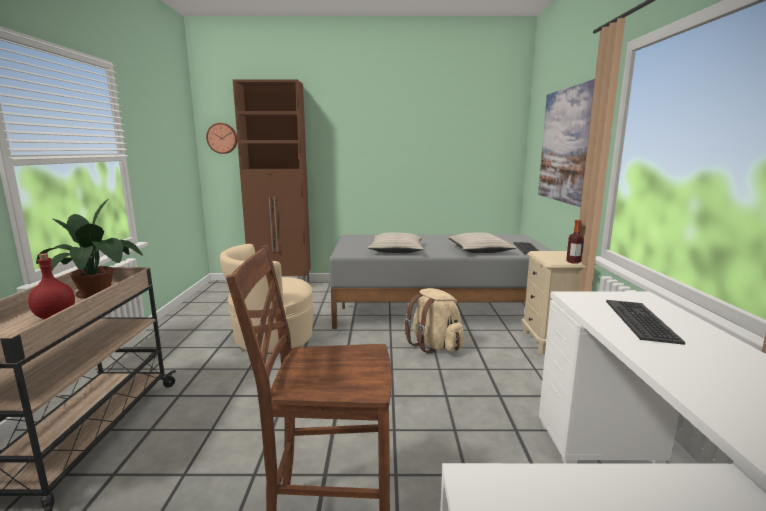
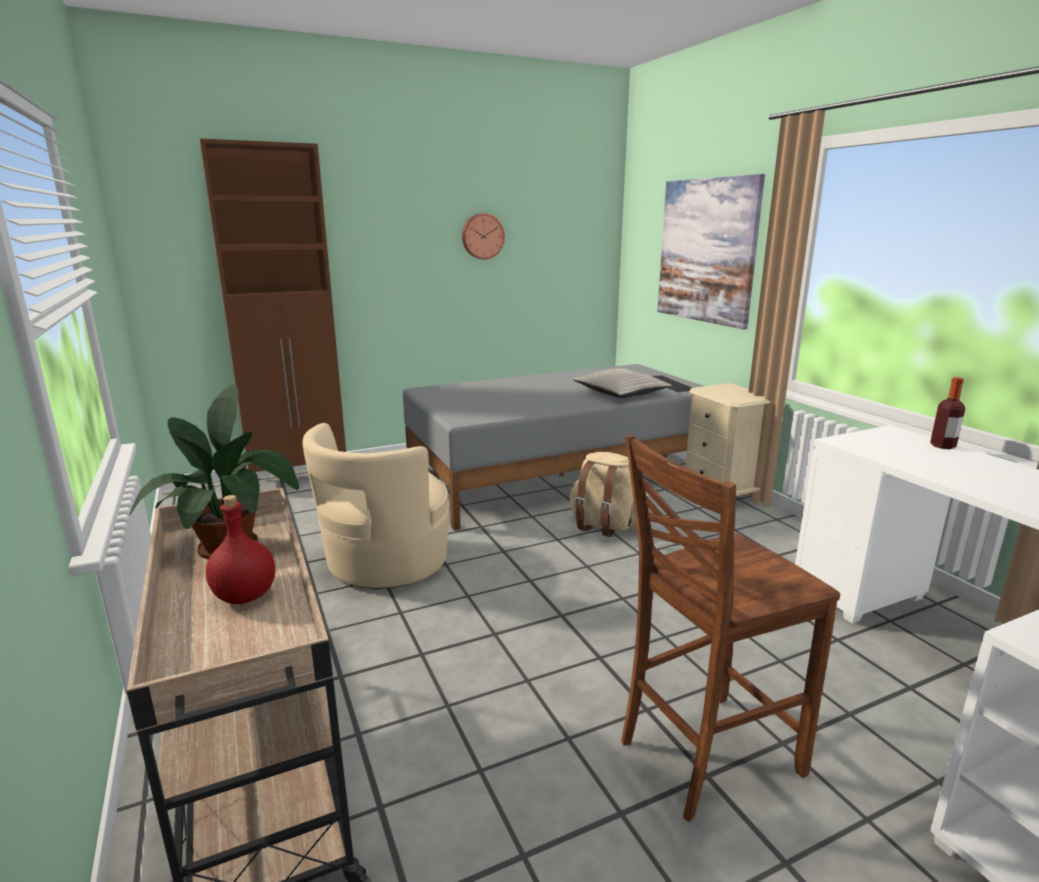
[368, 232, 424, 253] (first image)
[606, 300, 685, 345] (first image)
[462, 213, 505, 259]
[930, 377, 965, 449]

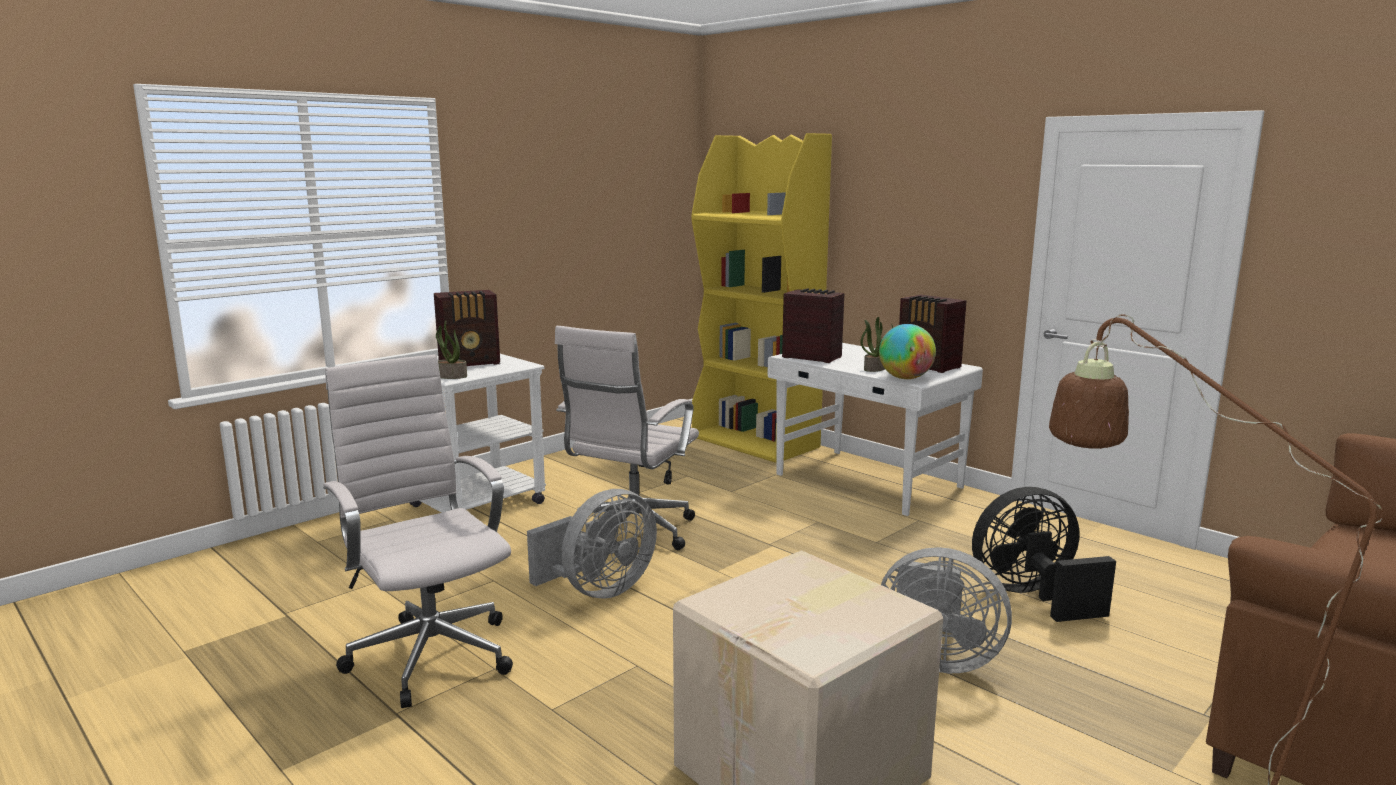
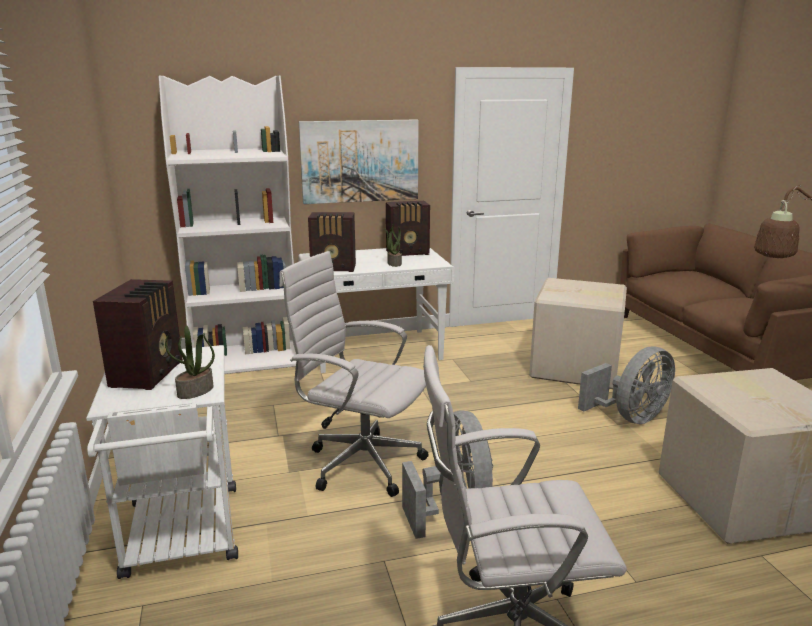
[879, 324, 936, 379] (first image)
[299, 120, 419, 204]
[529, 278, 627, 389]
[158, 76, 296, 374]
[279, 251, 429, 497]
[308, 212, 356, 272]

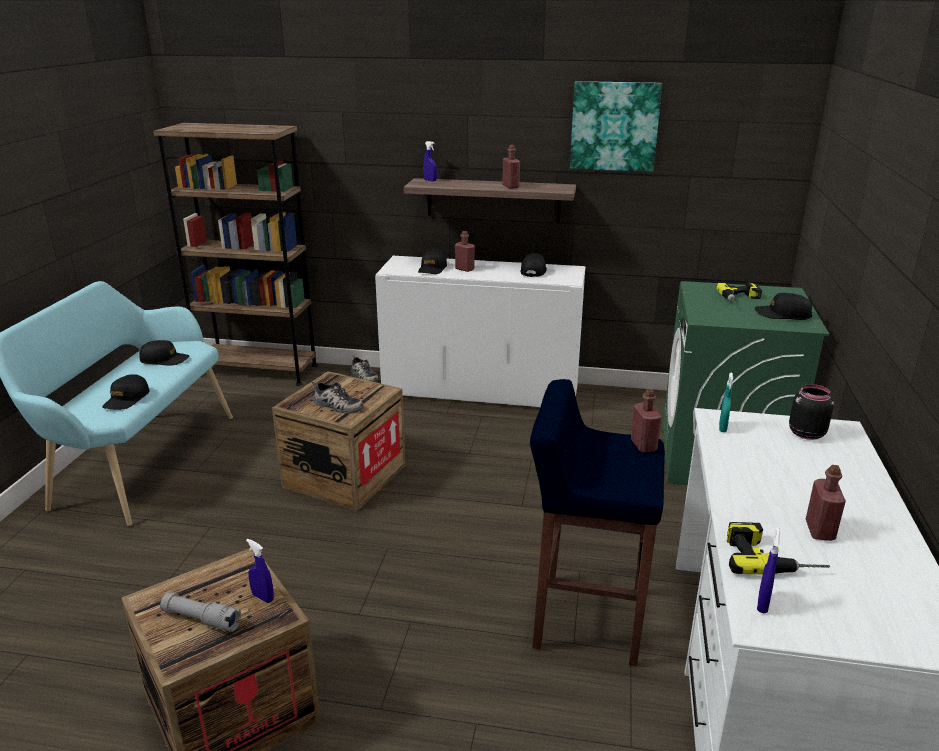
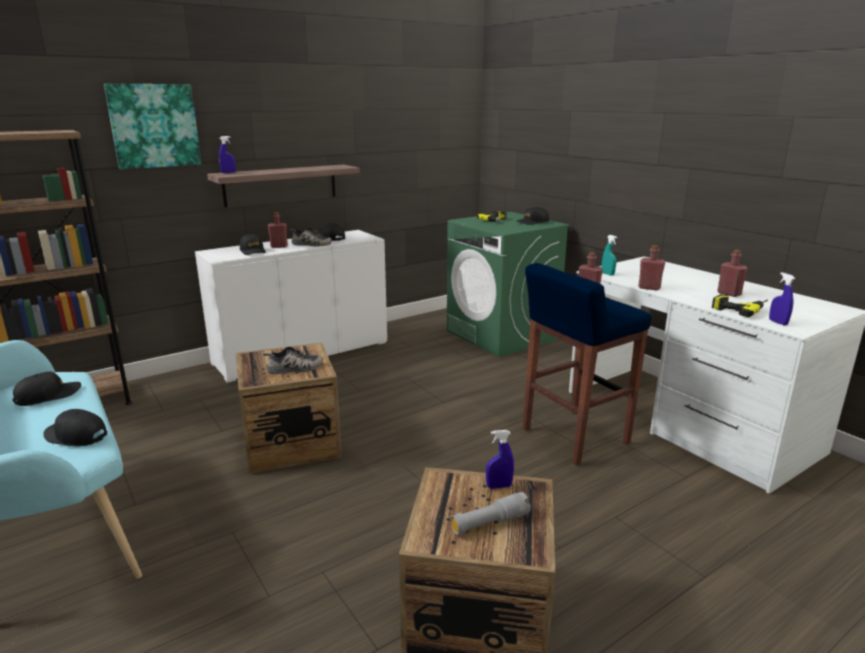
[789, 384, 834, 440] (first image)
[290, 227, 332, 246]
[638, 245, 665, 290]
[104, 83, 201, 169]
[43, 409, 107, 446]

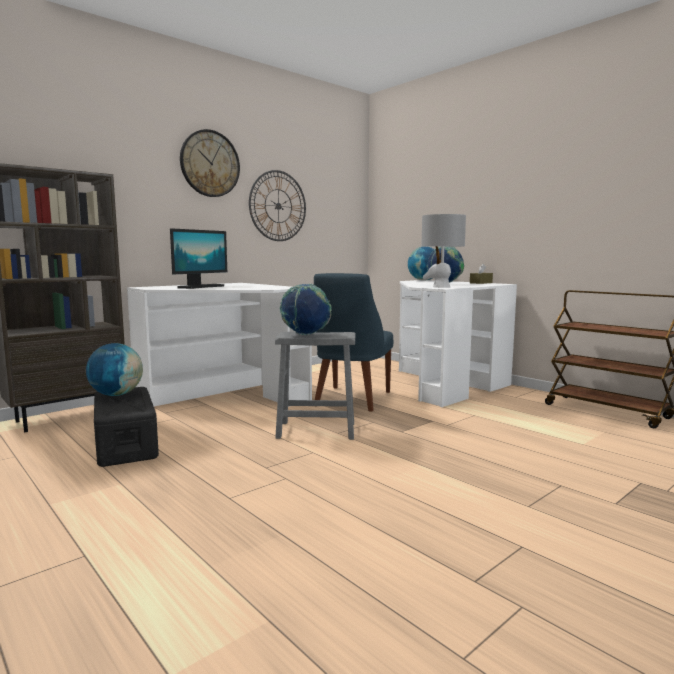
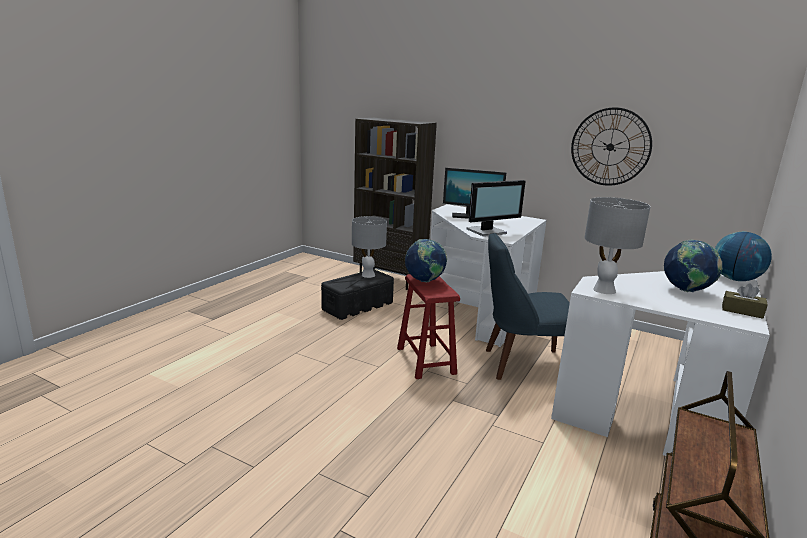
[180, 129, 240, 197] (first image)
[467, 180, 526, 237]
[352, 216, 387, 278]
[397, 274, 460, 379]

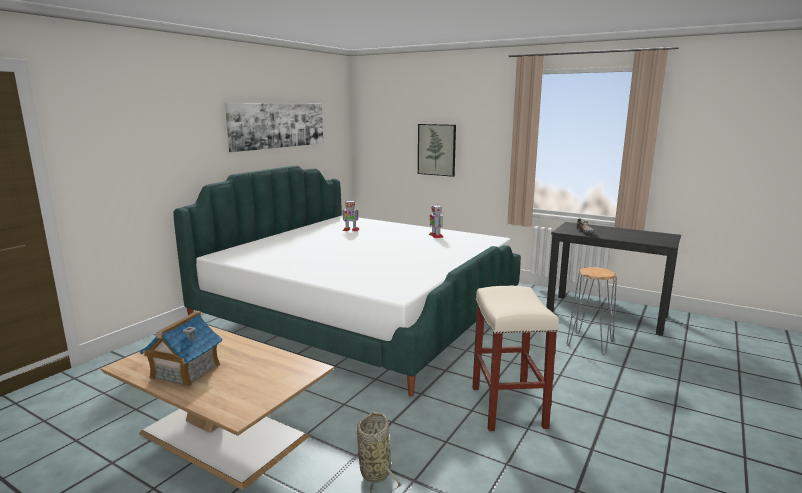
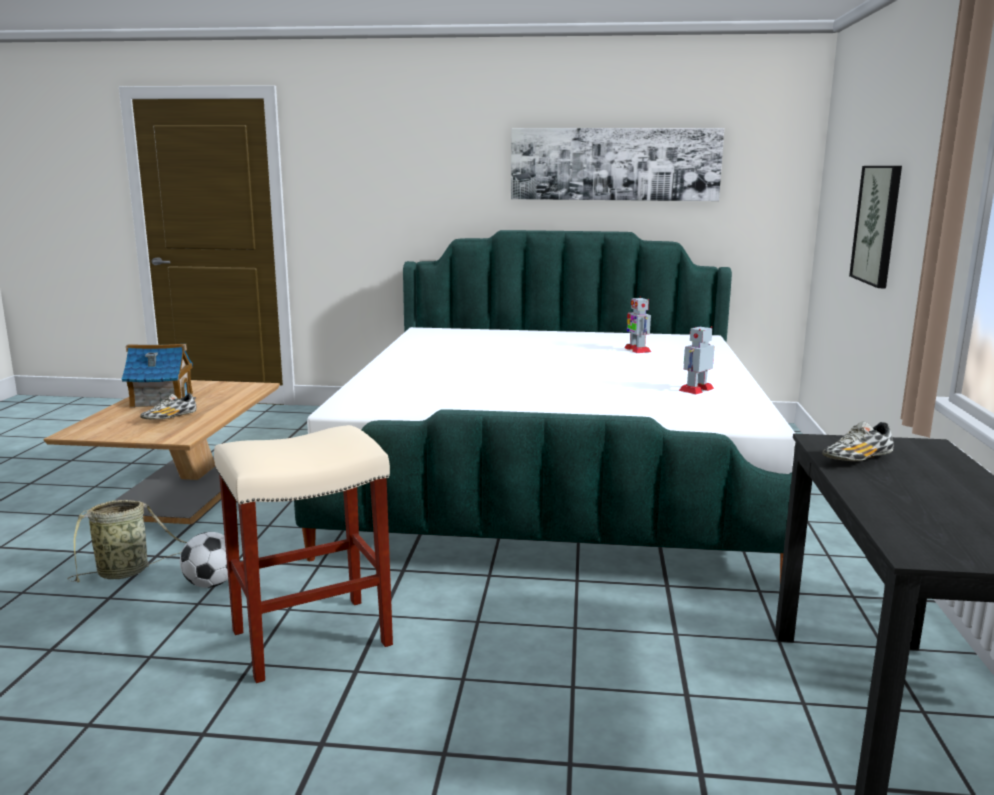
[567, 267, 617, 355] (first image)
[140, 393, 197, 420]
[180, 532, 228, 588]

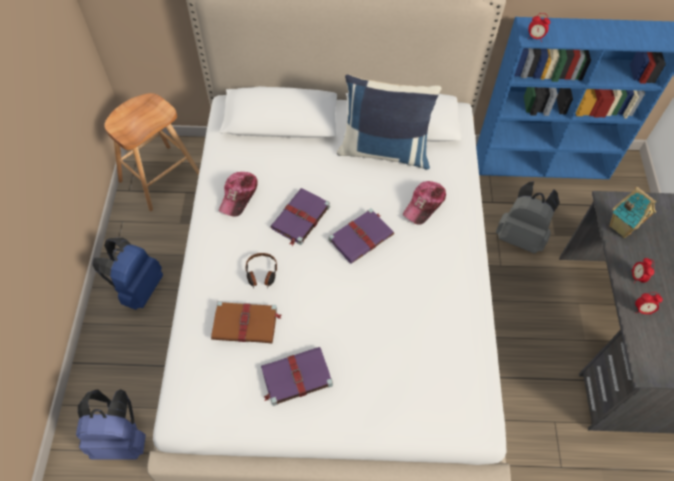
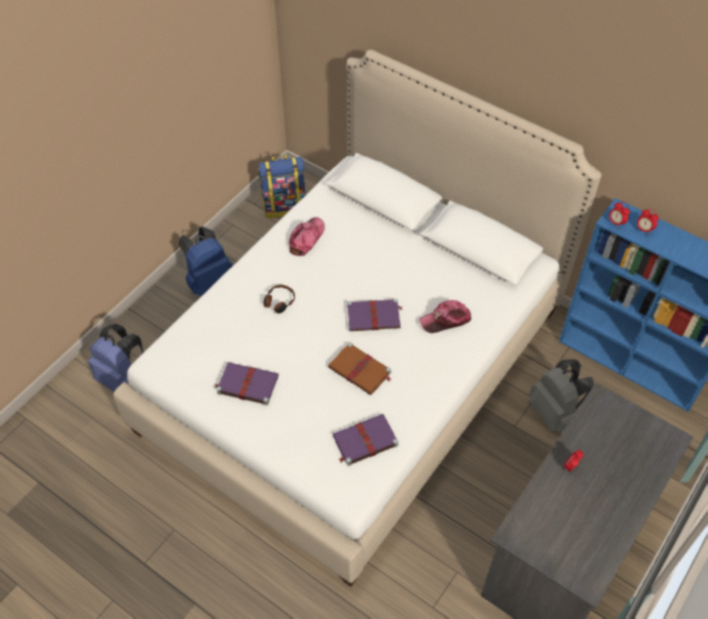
[337, 74, 442, 169] (first image)
[609, 187, 656, 238] (first image)
[328, 342, 391, 395]
[333, 414, 398, 466]
[636, 208, 659, 235]
[258, 155, 306, 218]
[289, 217, 325, 256]

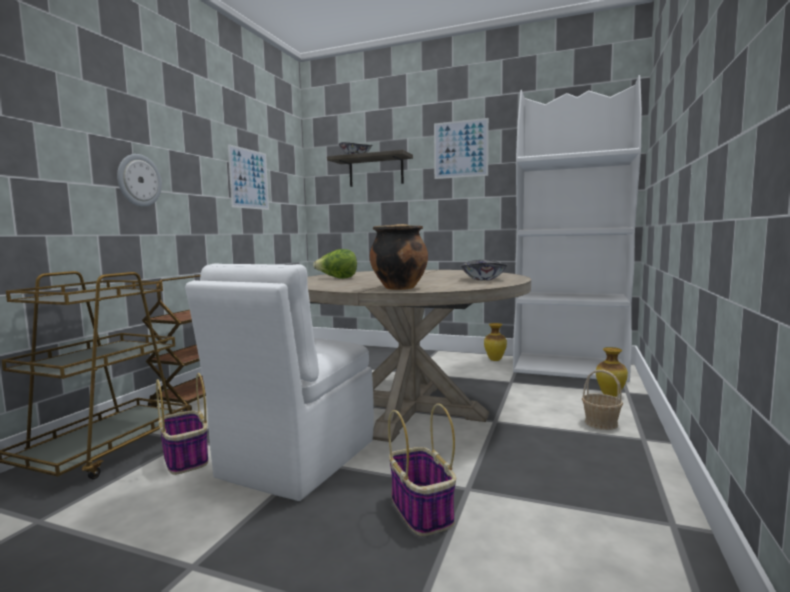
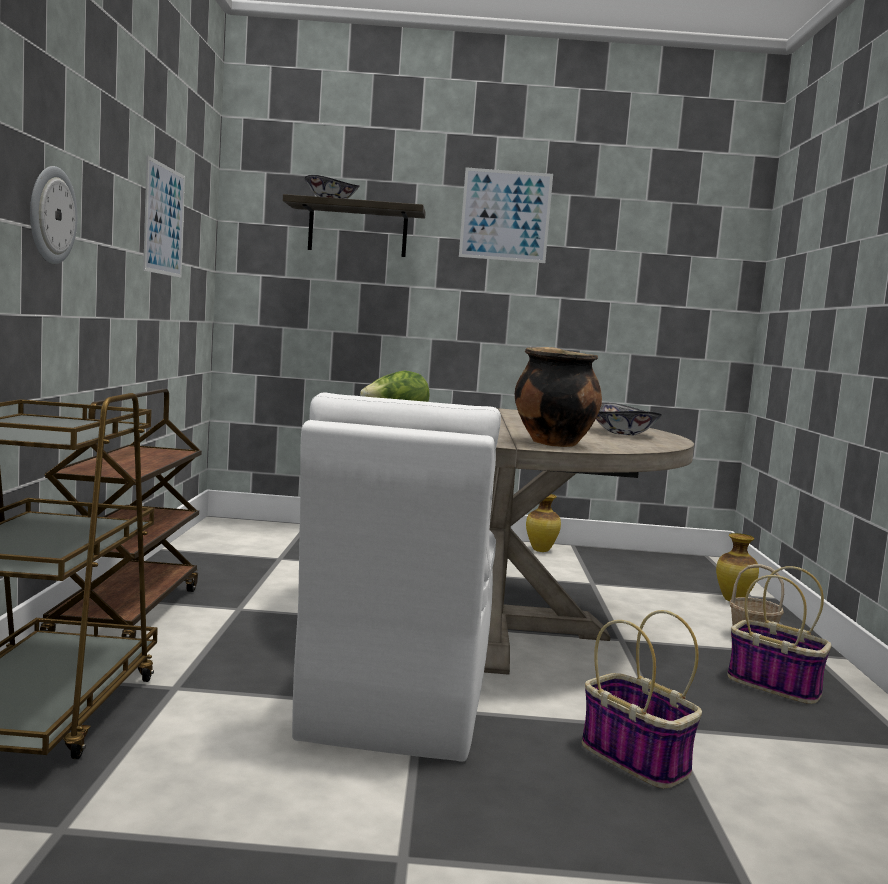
[513, 75, 642, 382] (first image)
[727, 566, 831, 704]

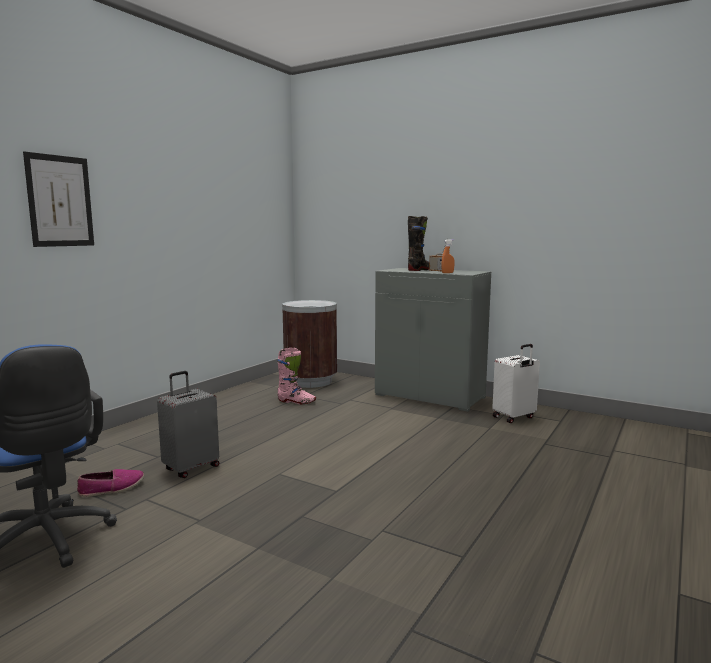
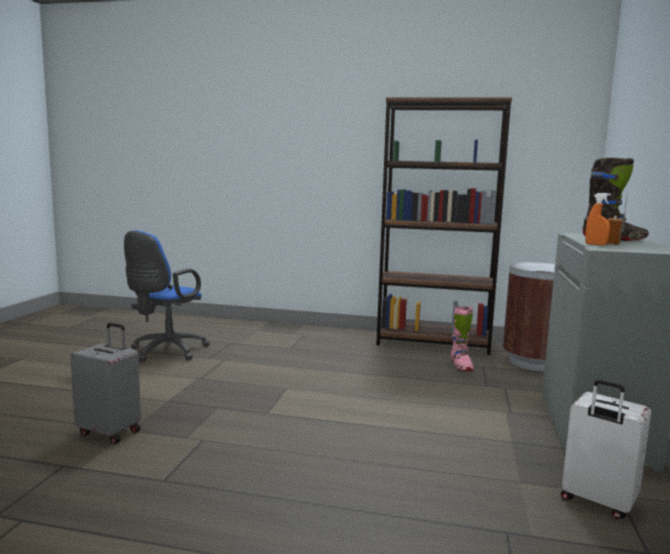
[23, 151, 94, 247] (first image)
[77, 469, 144, 497] (first image)
[376, 97, 512, 355]
[70, 323, 141, 444]

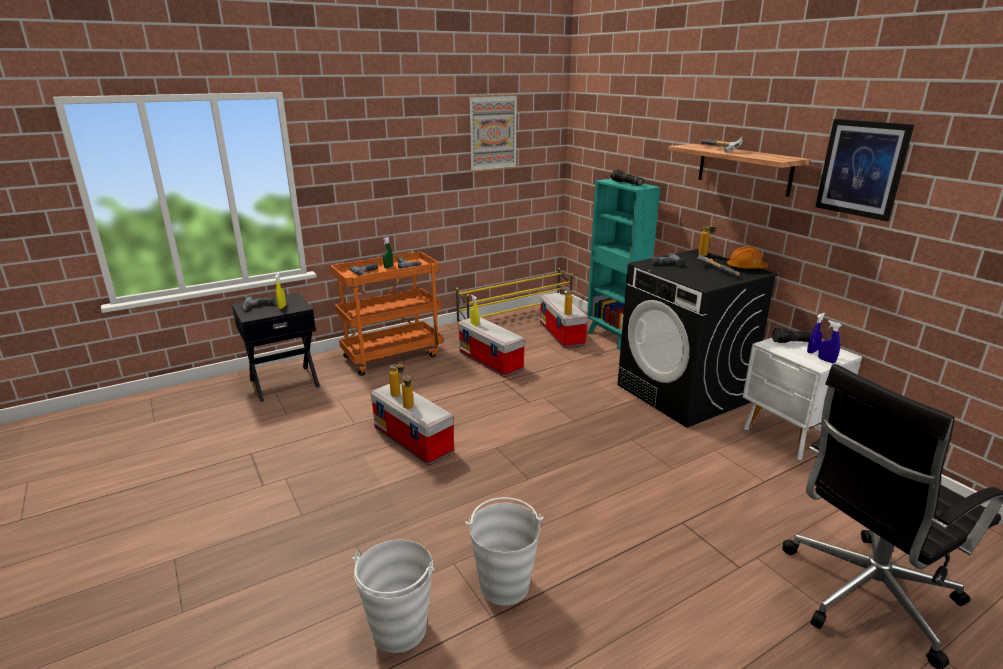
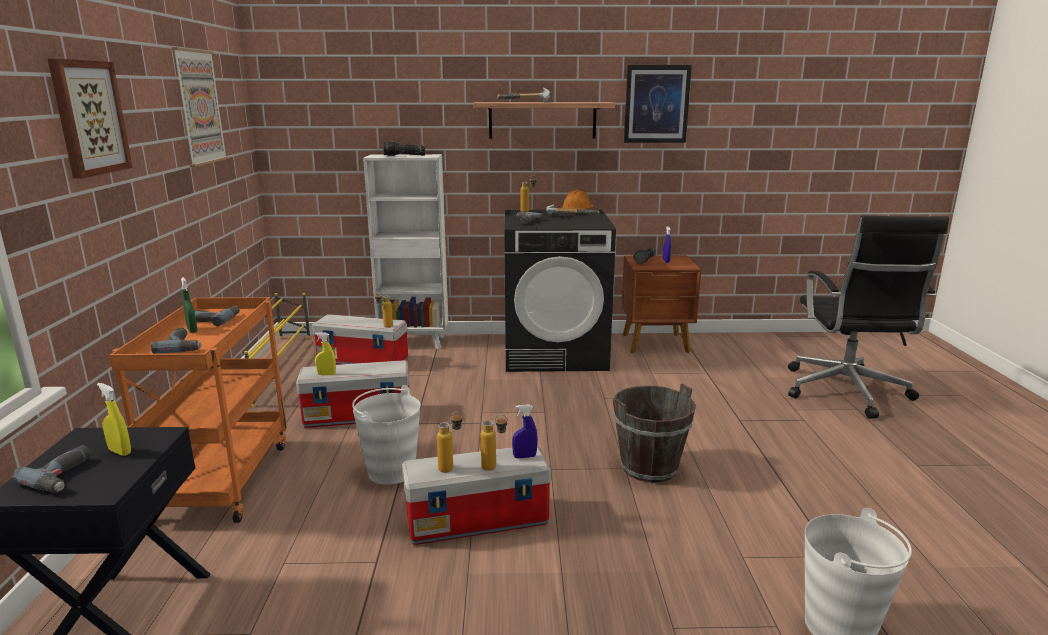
[47, 58, 133, 178]
[613, 383, 696, 483]
[352, 385, 420, 485]
[512, 404, 538, 459]
[363, 154, 448, 349]
[622, 255, 702, 353]

